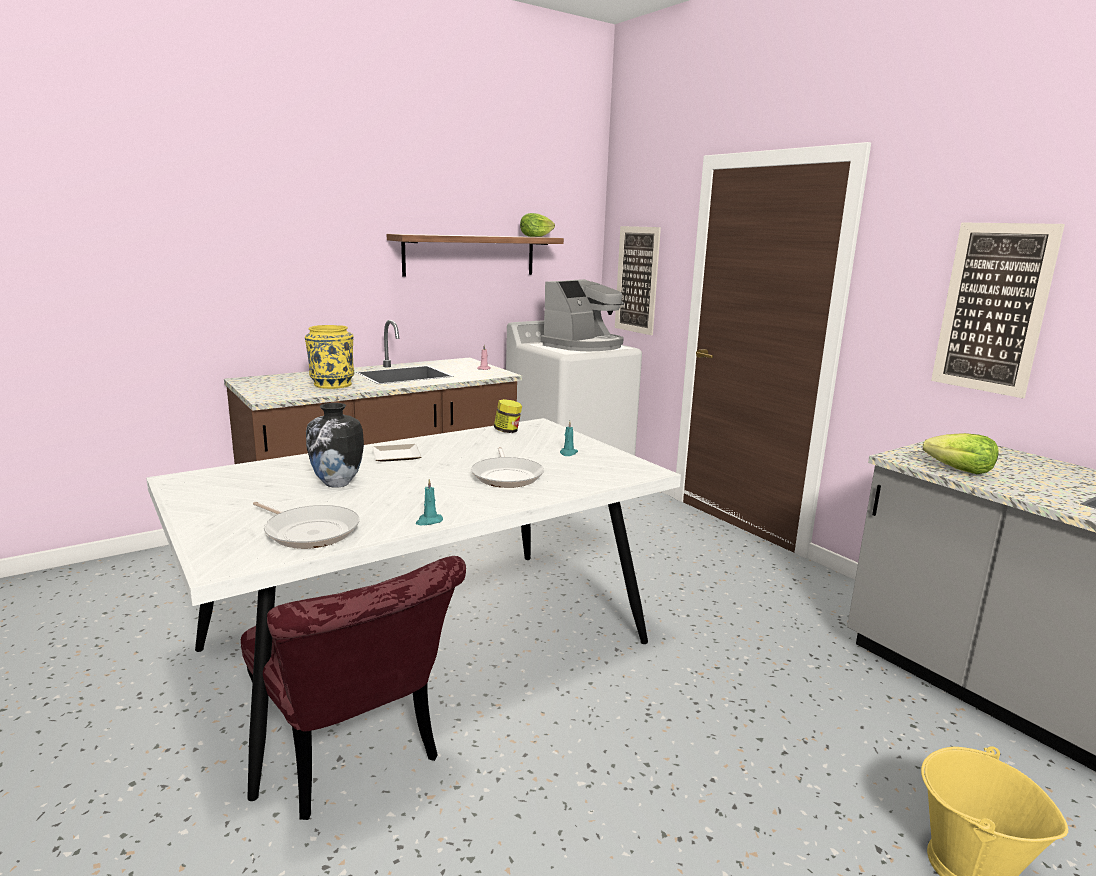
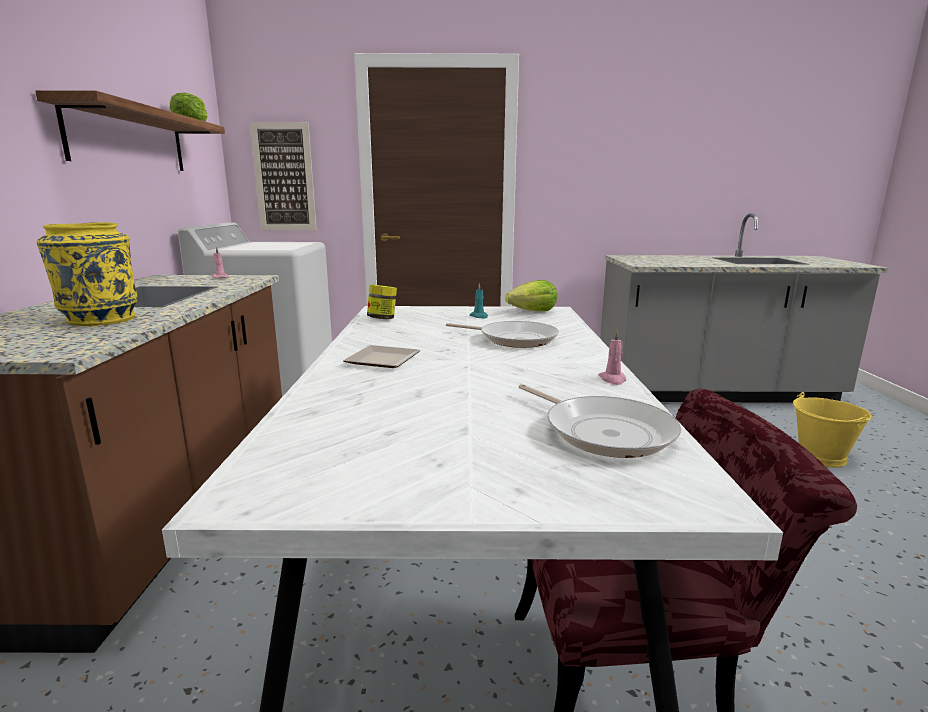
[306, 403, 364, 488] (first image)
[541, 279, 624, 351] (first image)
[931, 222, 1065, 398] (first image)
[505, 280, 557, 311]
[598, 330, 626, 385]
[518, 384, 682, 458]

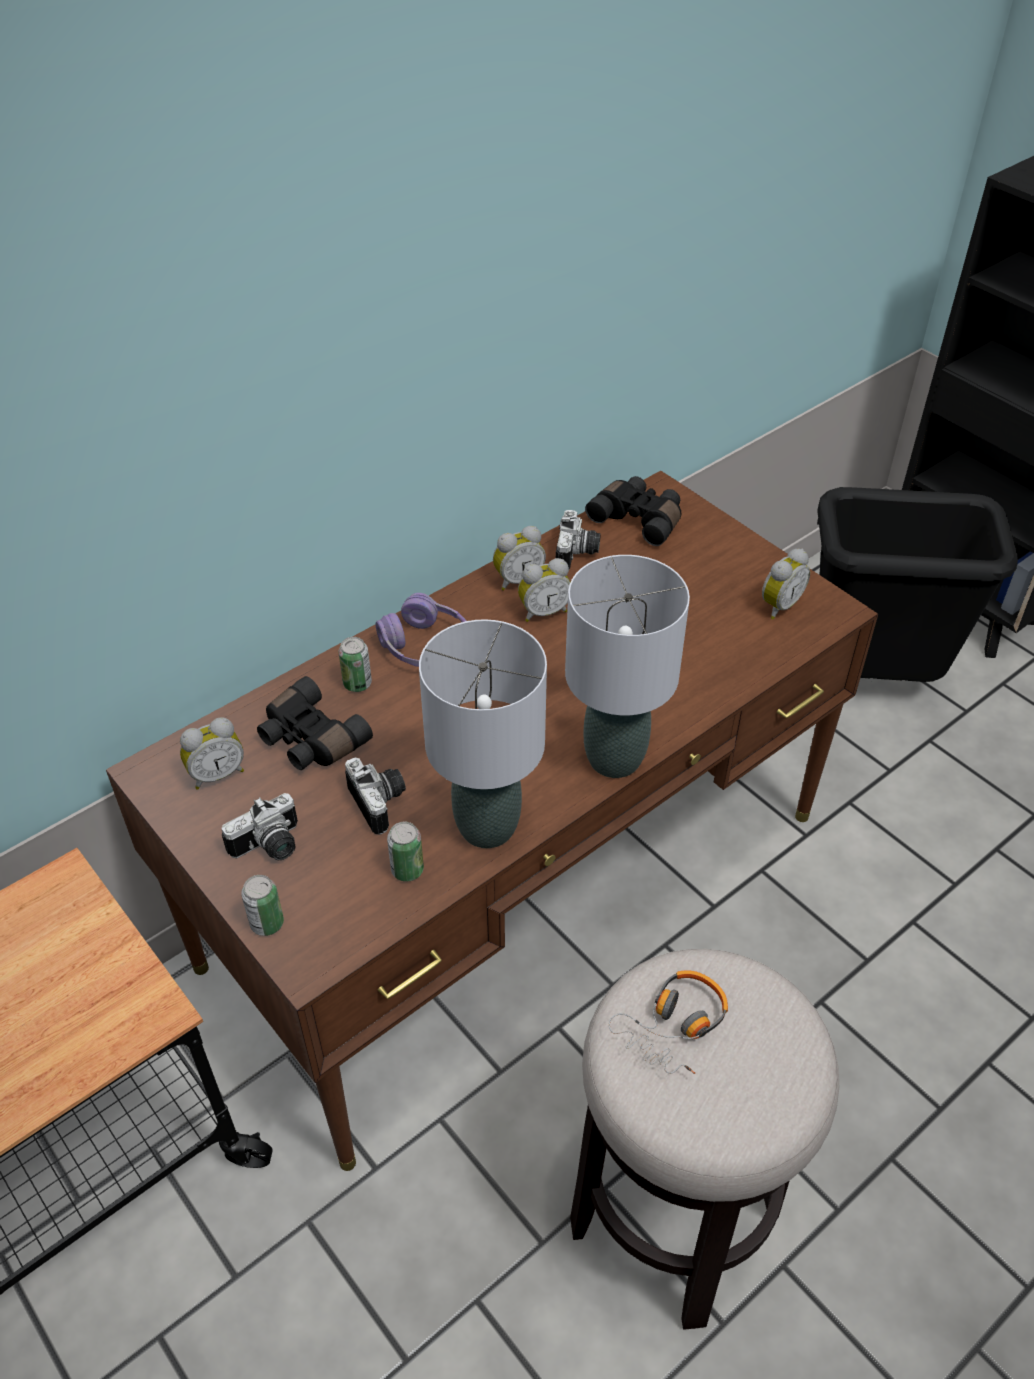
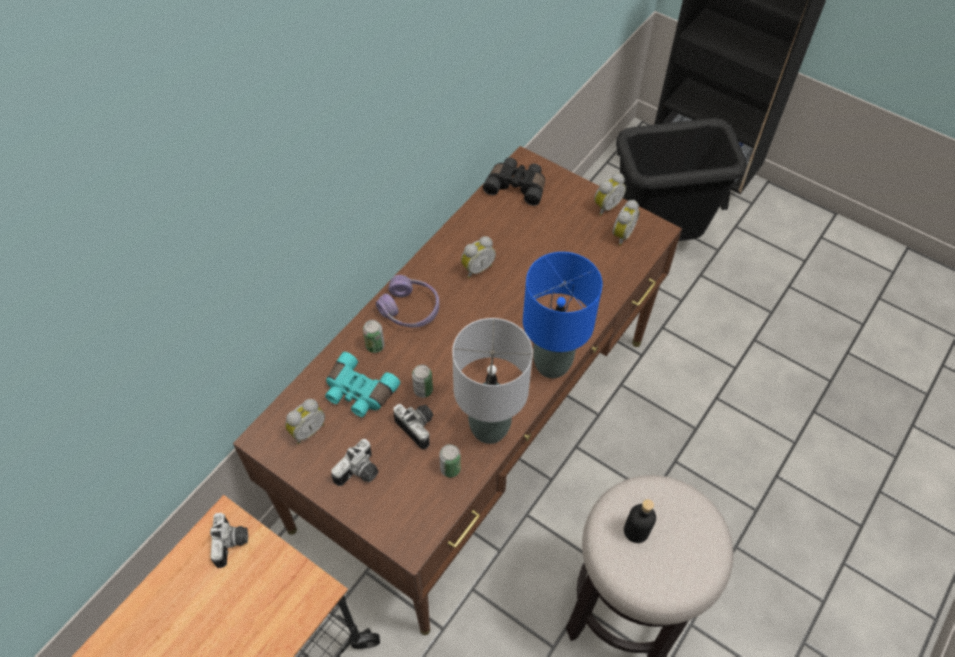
[412, 365, 433, 398]
[594, 173, 626, 216]
[210, 513, 248, 568]
[624, 499, 656, 543]
[325, 352, 400, 417]
[523, 252, 603, 378]

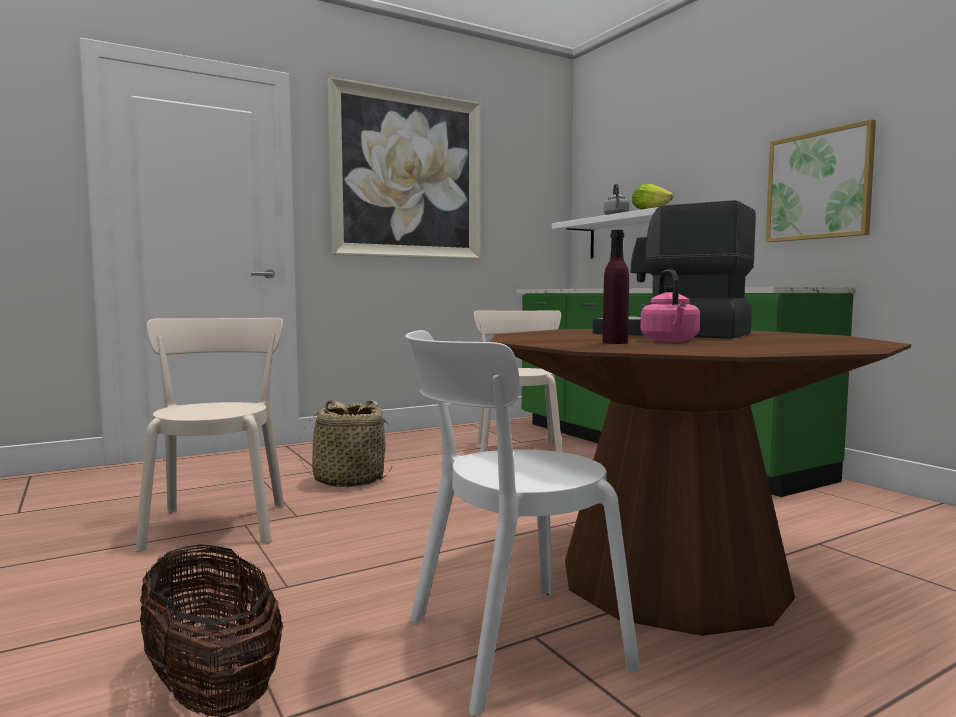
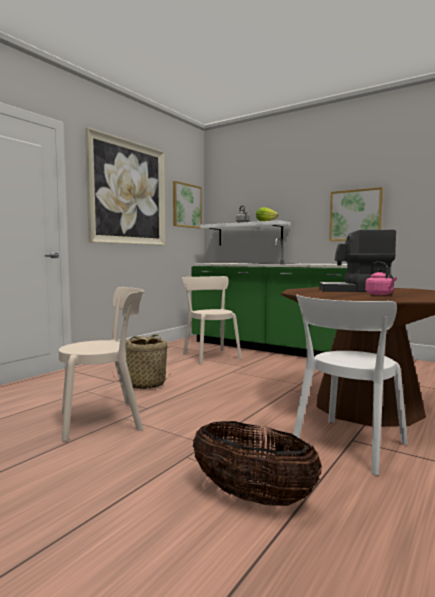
[603, 230, 629, 344] (first image)
[173, 181, 202, 229]
[59, 287, 144, 442]

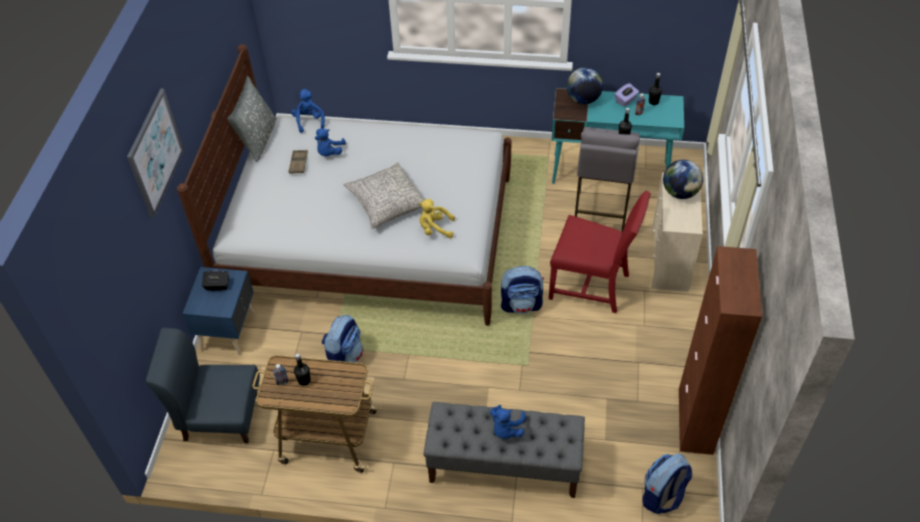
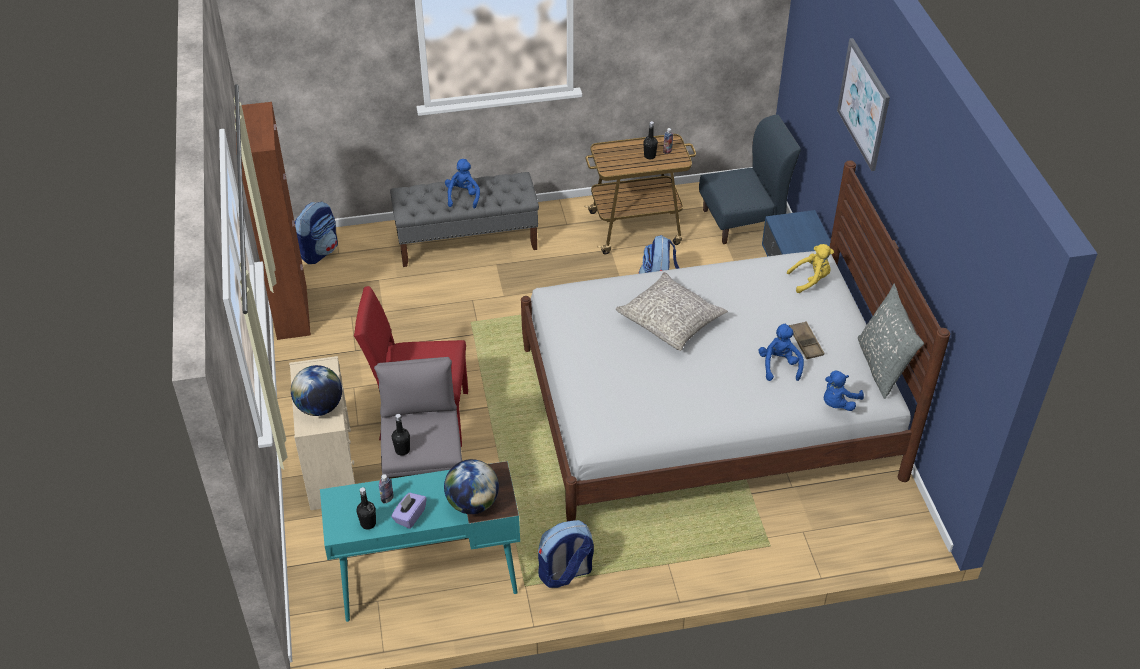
[202, 270, 229, 291] (first image)
[787, 244, 834, 293]
[538, 520, 594, 588]
[824, 371, 864, 411]

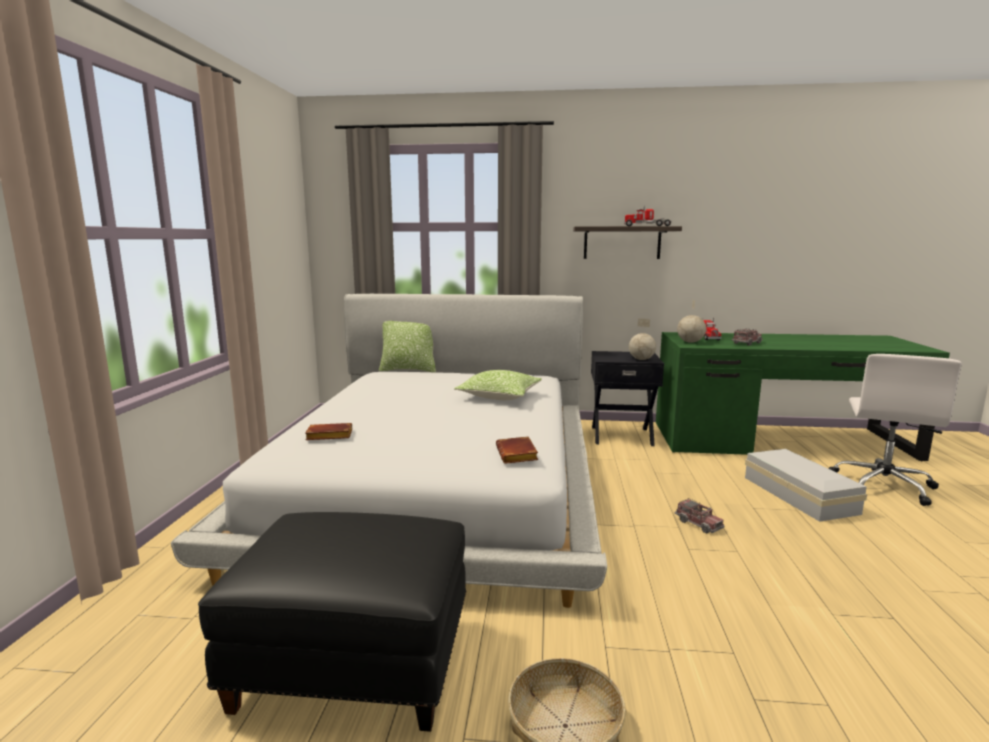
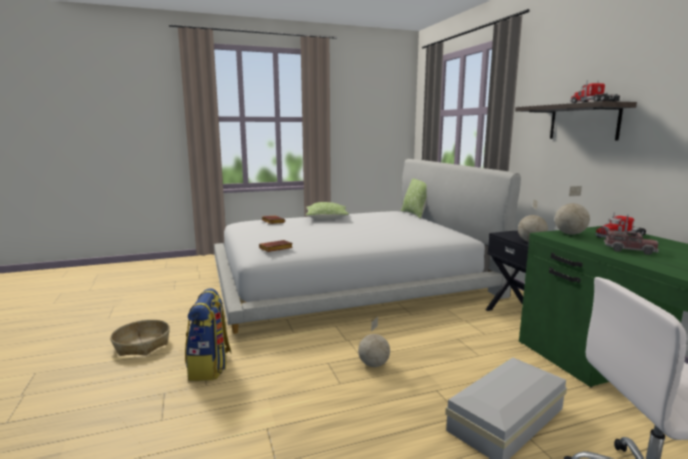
[198, 512, 466, 732] (first image)
[185, 288, 232, 381]
[306, 202, 349, 220]
[358, 317, 390, 367]

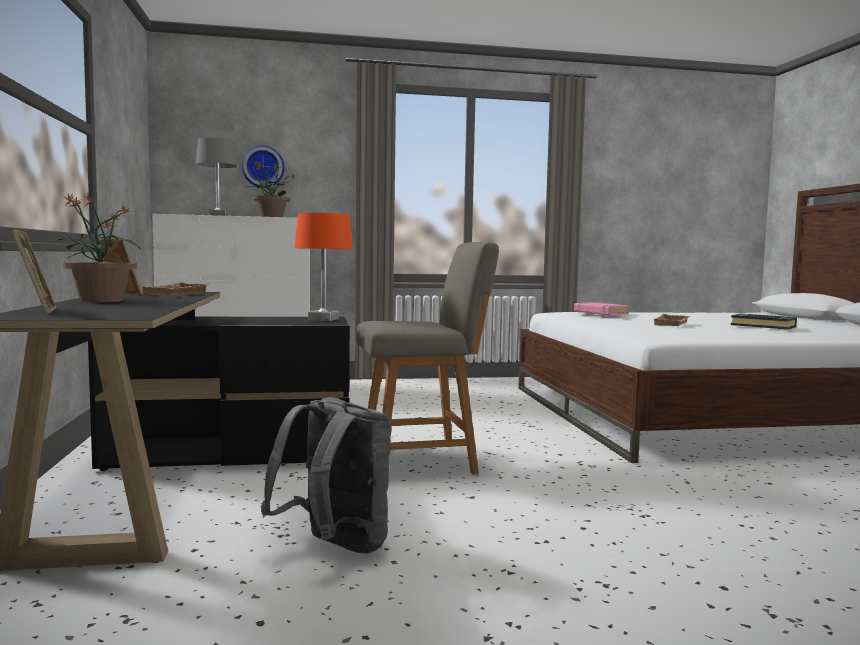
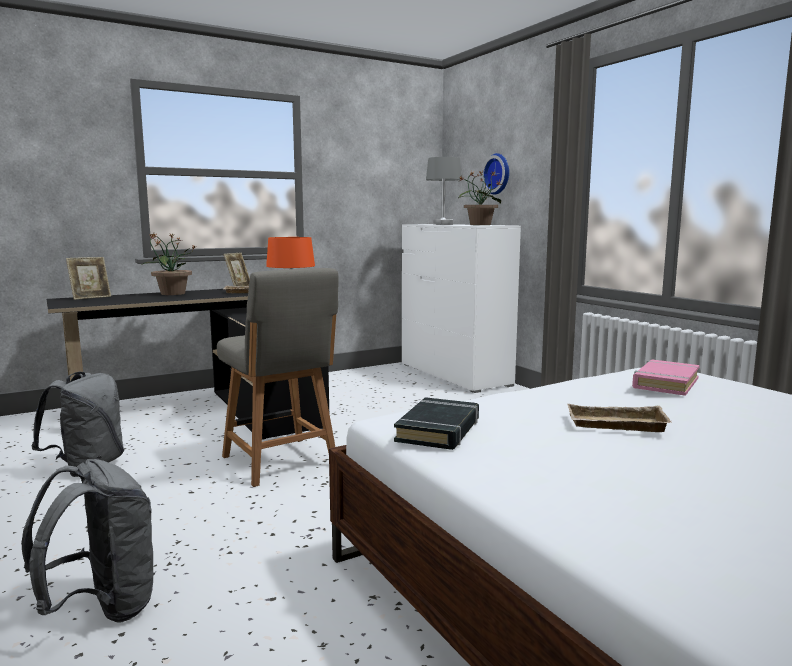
[21, 459, 156, 623]
[394, 397, 479, 450]

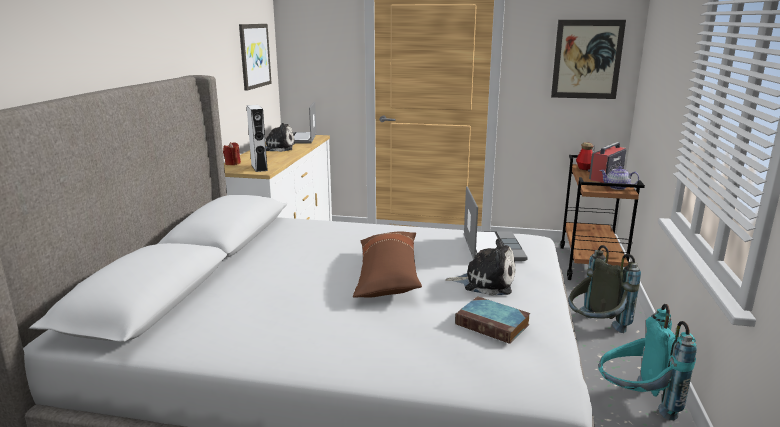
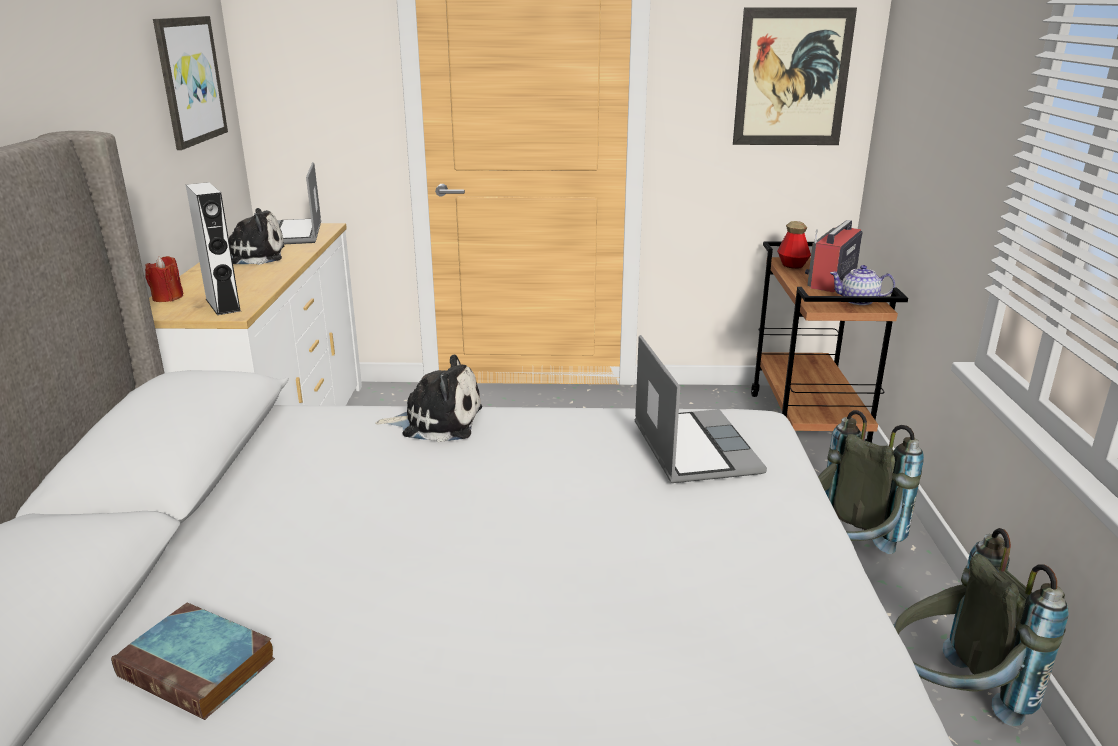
[353, 231, 422, 298] (first image)
[375, 354, 482, 442]
[111, 603, 275, 720]
[893, 528, 1069, 726]

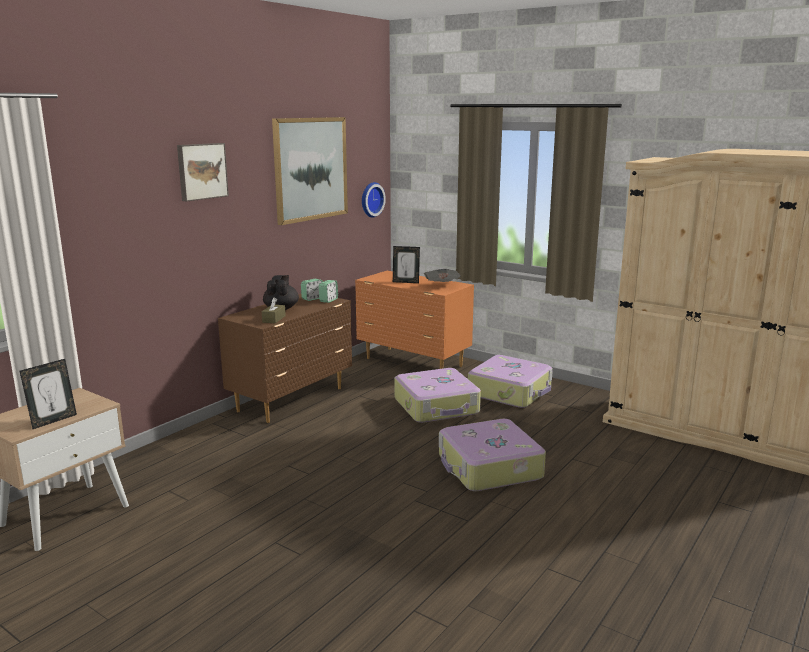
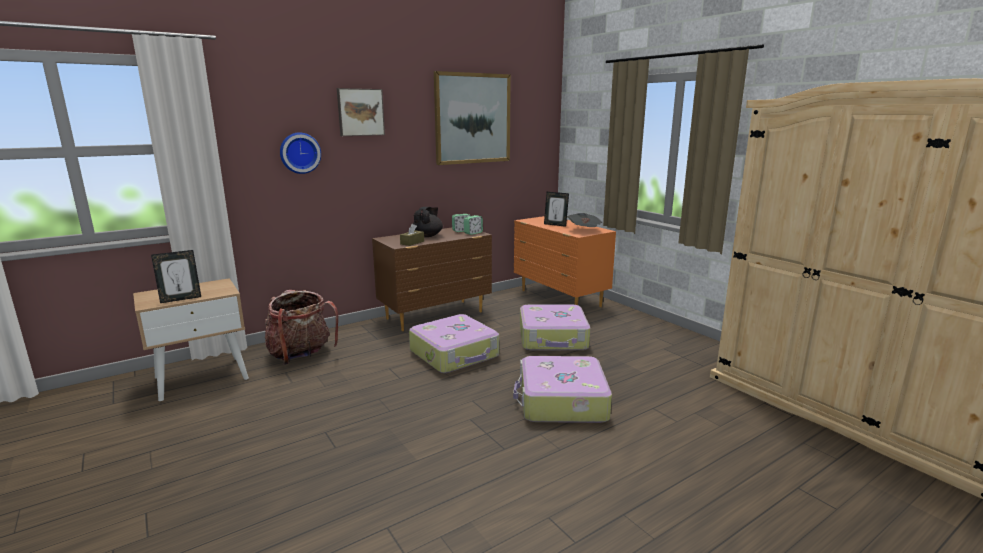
[265, 290, 338, 365]
[280, 133, 321, 174]
[409, 314, 499, 373]

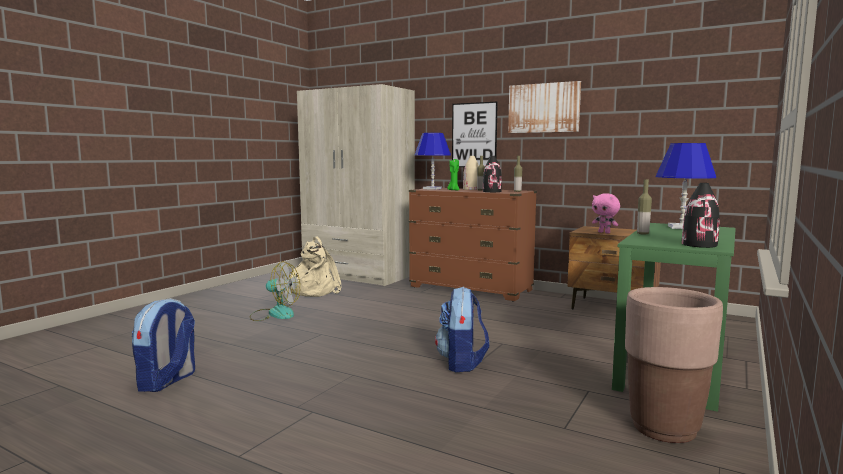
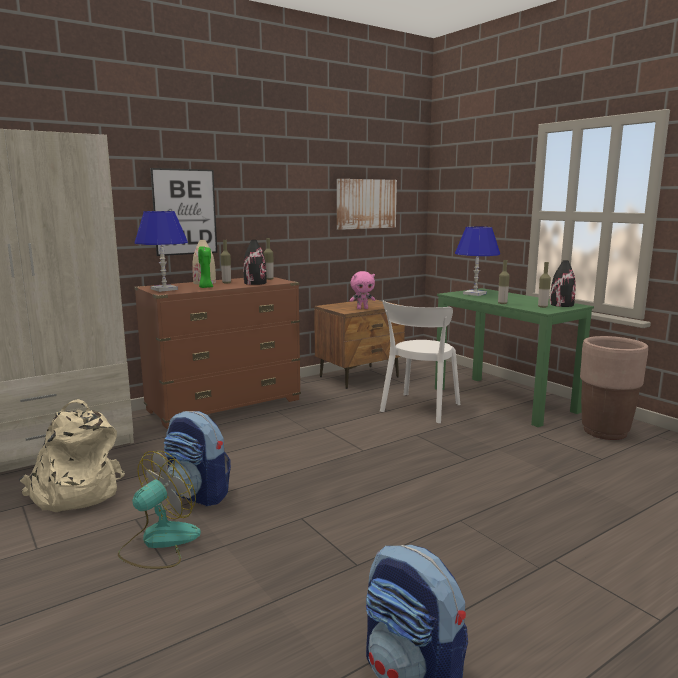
[380, 301, 460, 423]
[538, 262, 551, 308]
[164, 411, 231, 506]
[337, 179, 397, 230]

